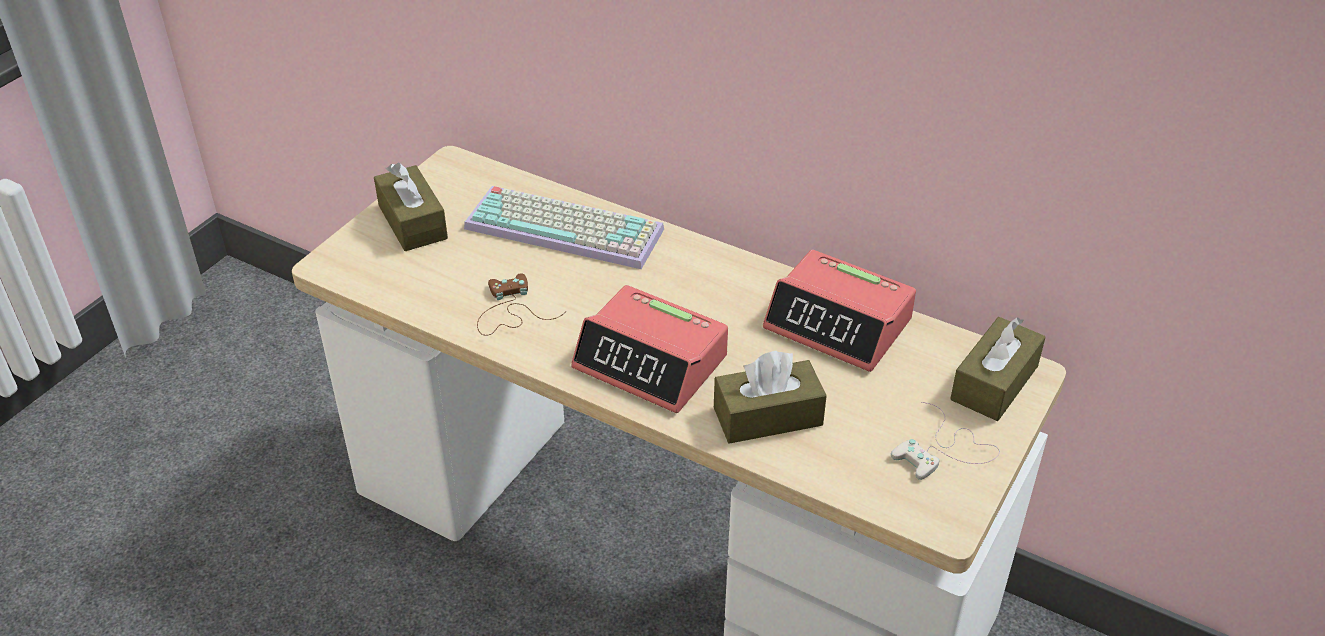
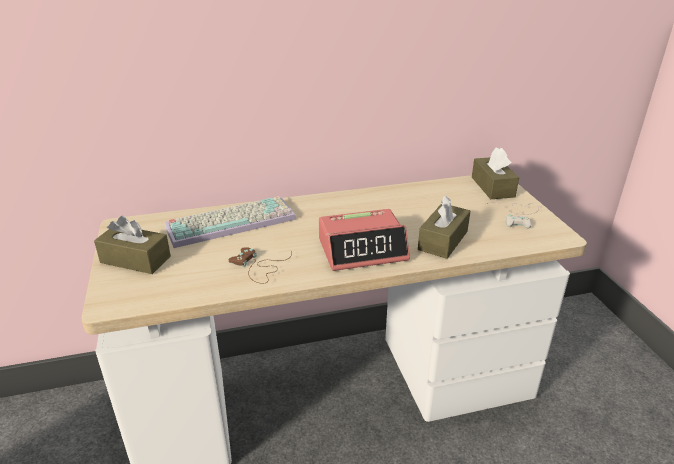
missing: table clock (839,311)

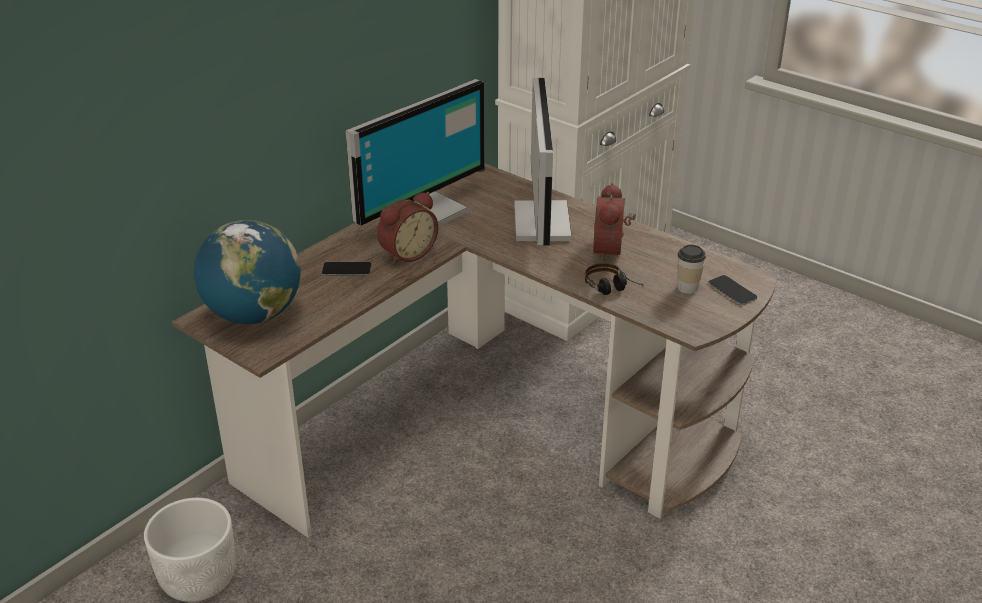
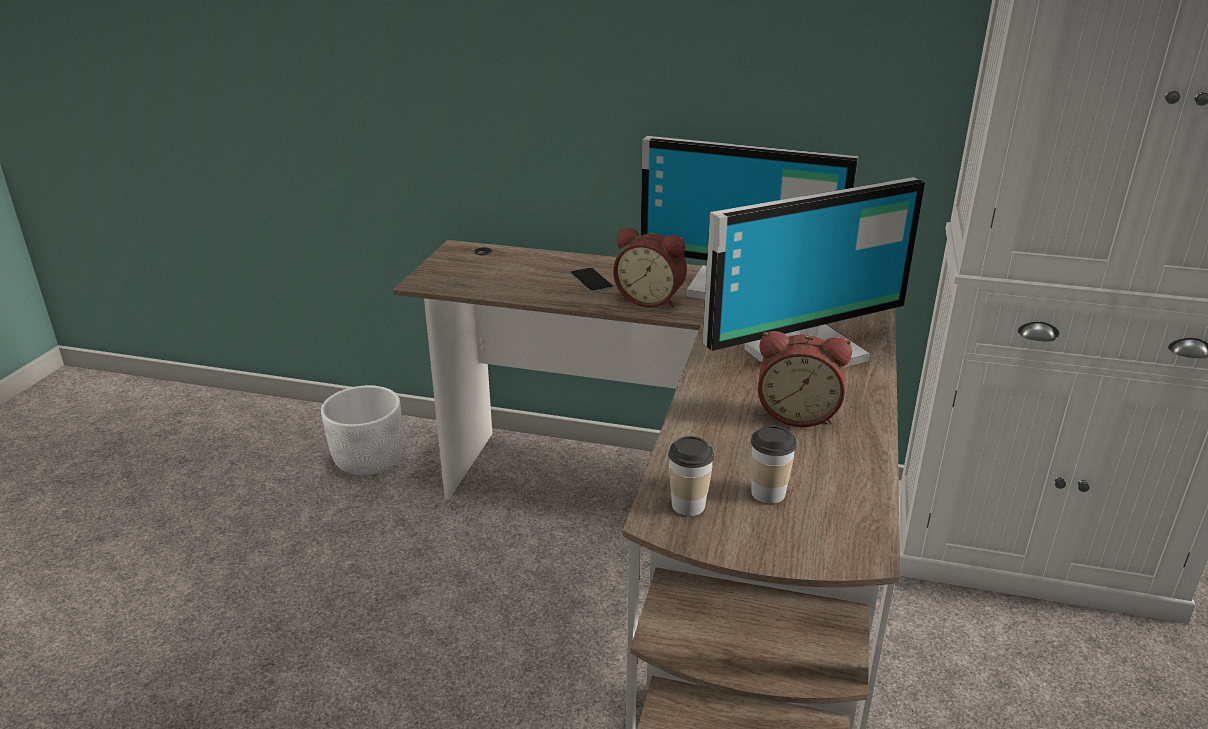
missing: world globe (247,272); headphones (614,279); handset (733,290)
appeared: cup (691,476)
spun: table clock (612,222) = (805,379) 150 degrees counterclockwise

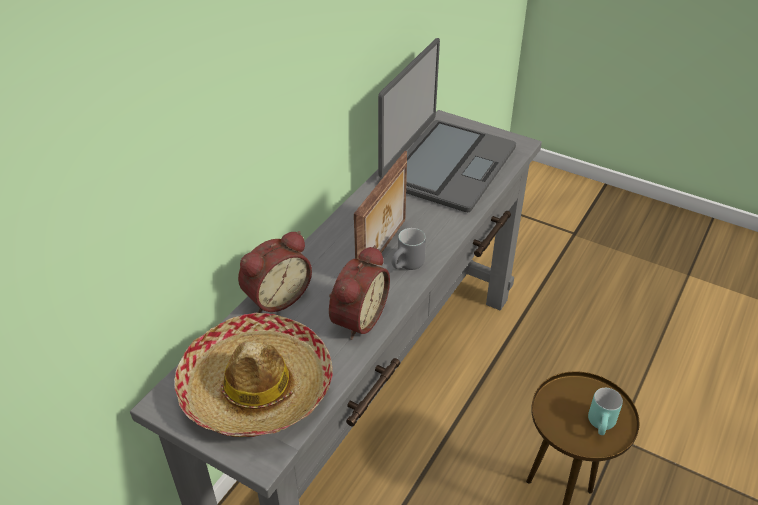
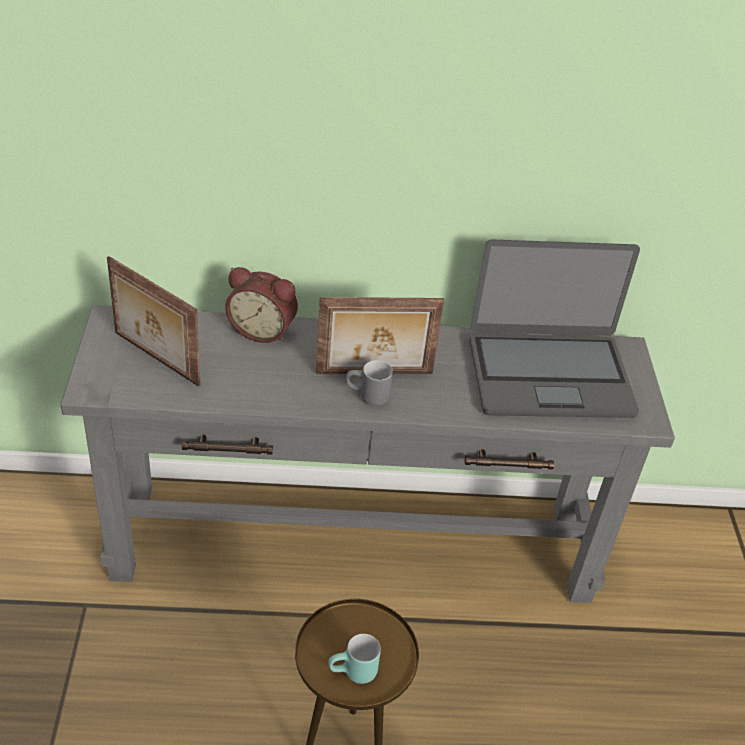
missing: table clock (359,292)
exchanged: wearable hat (253,375) to photo frame (153,321)

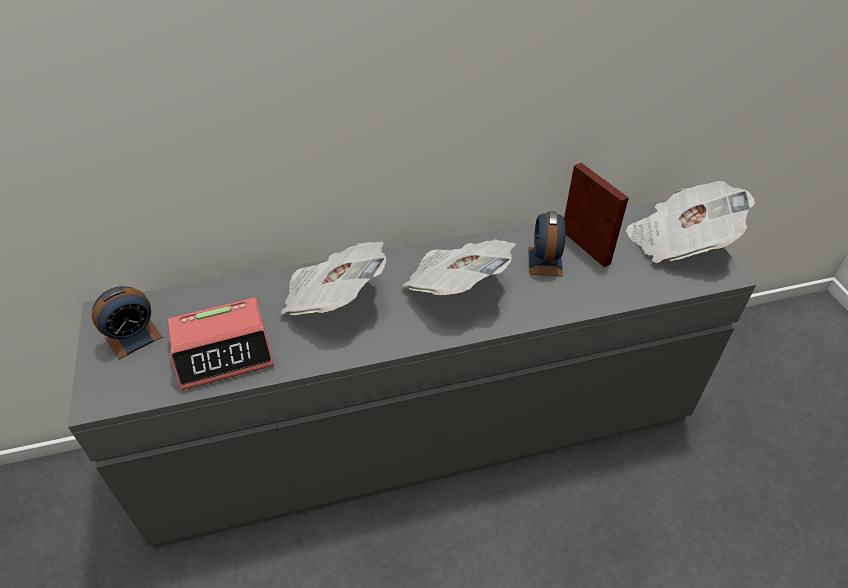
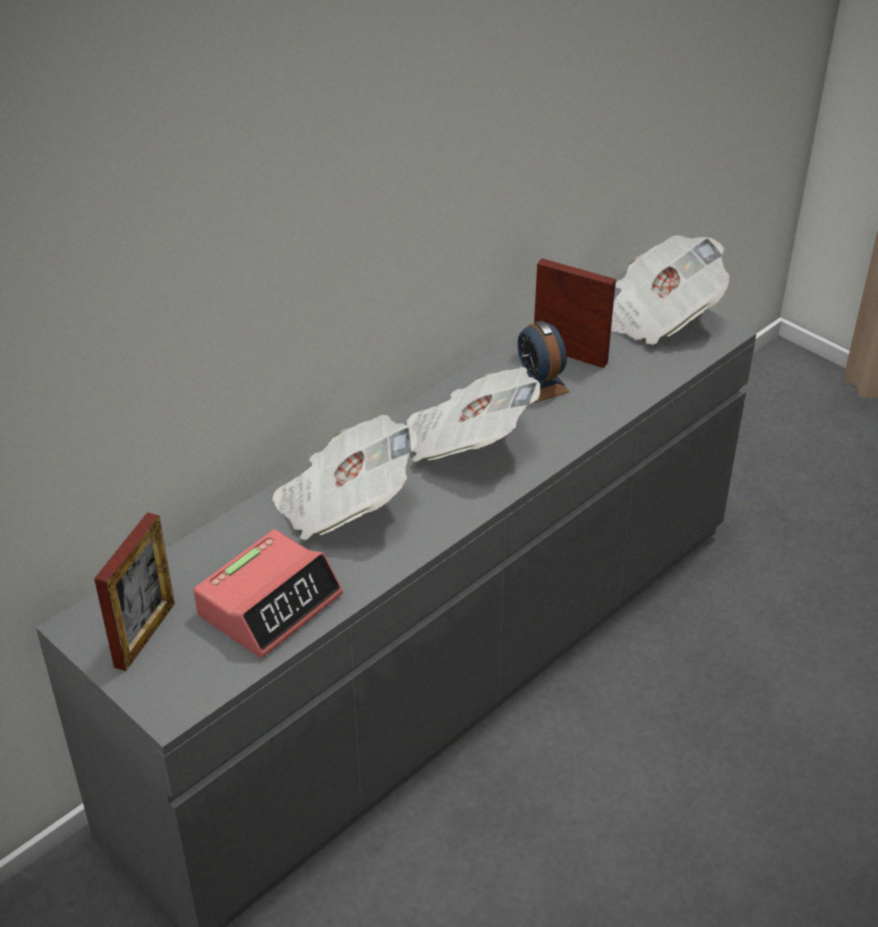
exchanged: table clock (127,323) to photo frame (134,591)

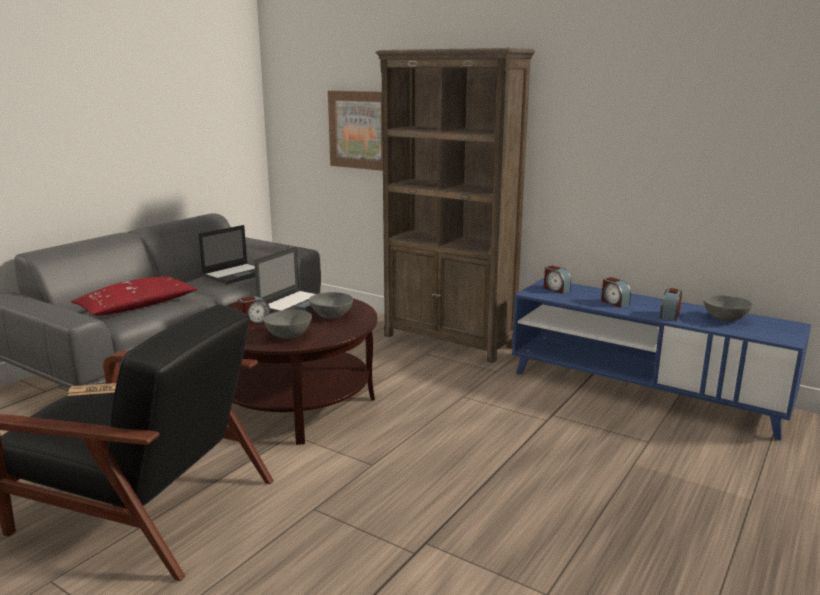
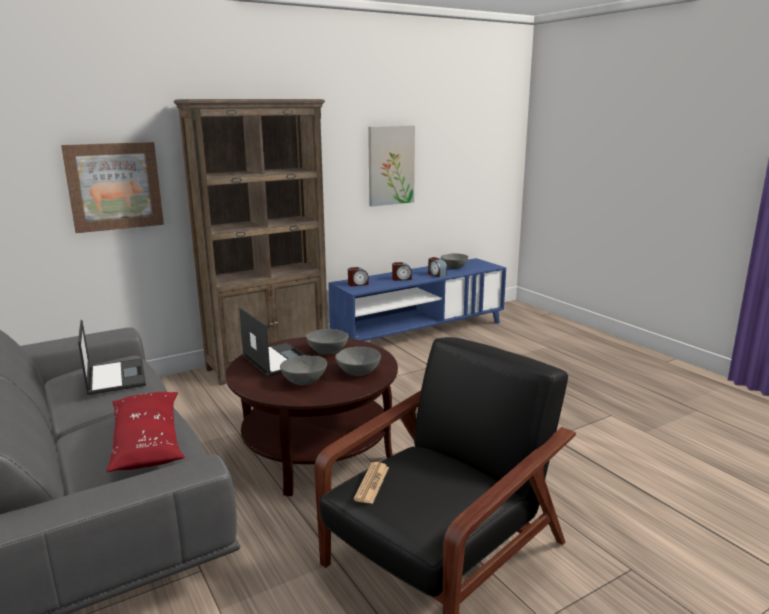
appeared: wall art (391,166)
exchanged: table clock (254,311) to grey serving bowl (303,370)

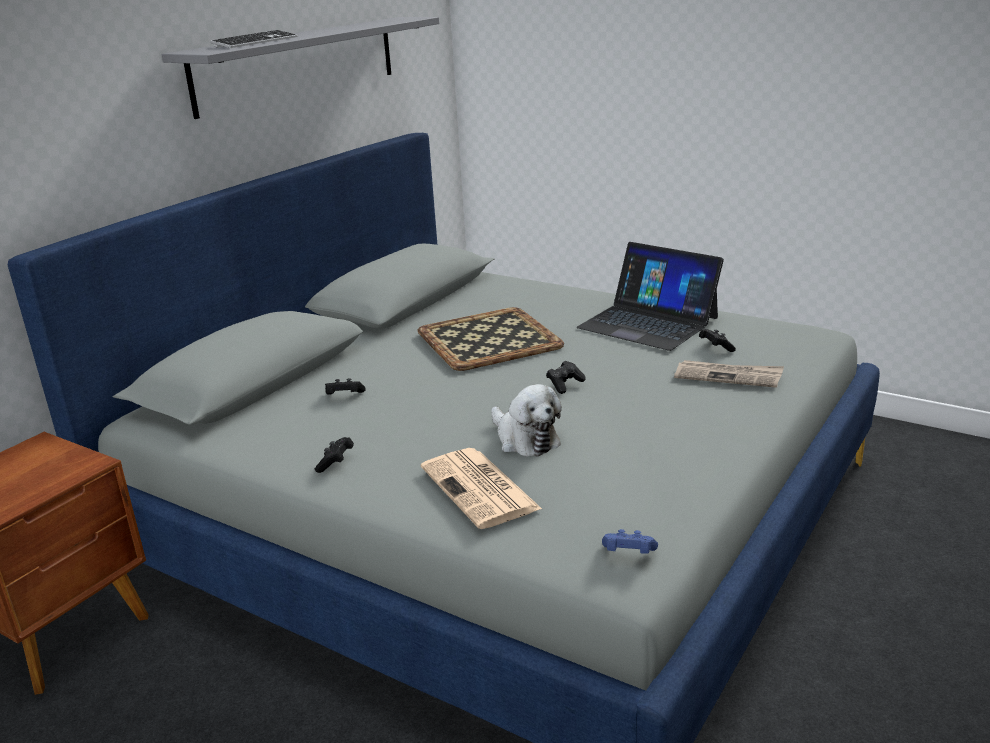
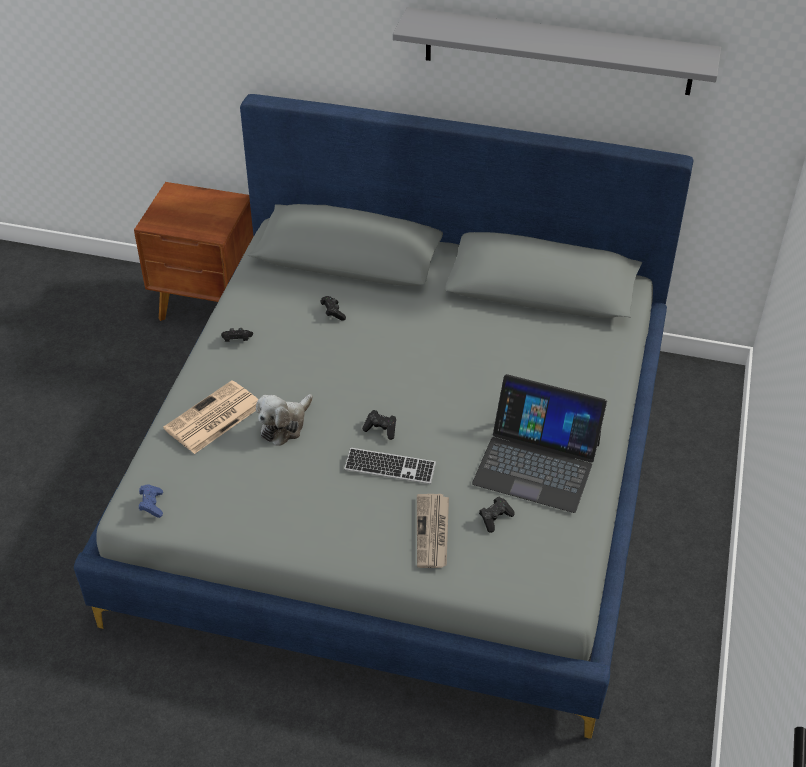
missing: tray (490,339)
relocated: keyboard (254,39) to (390,466)
spun: laptop (650,296) = (539,443) 90 degrees counterclockwise

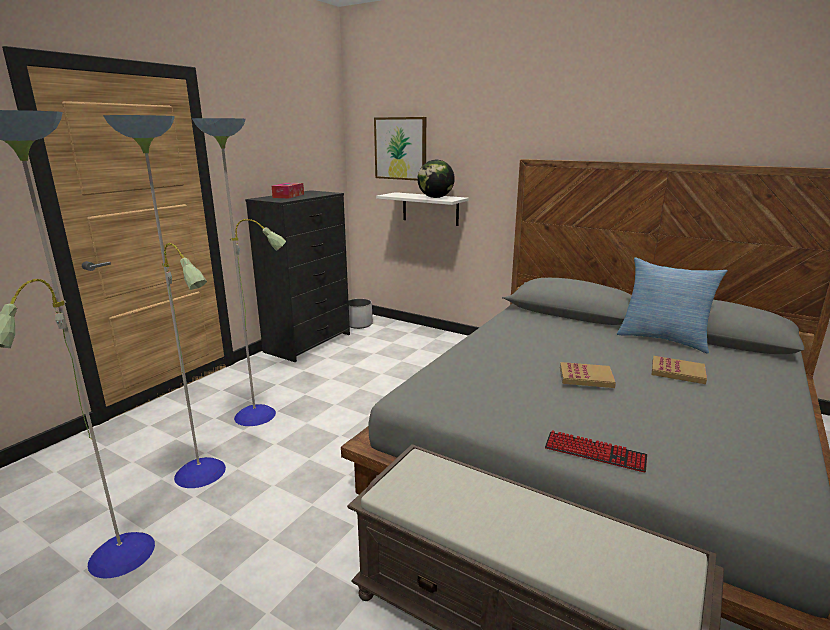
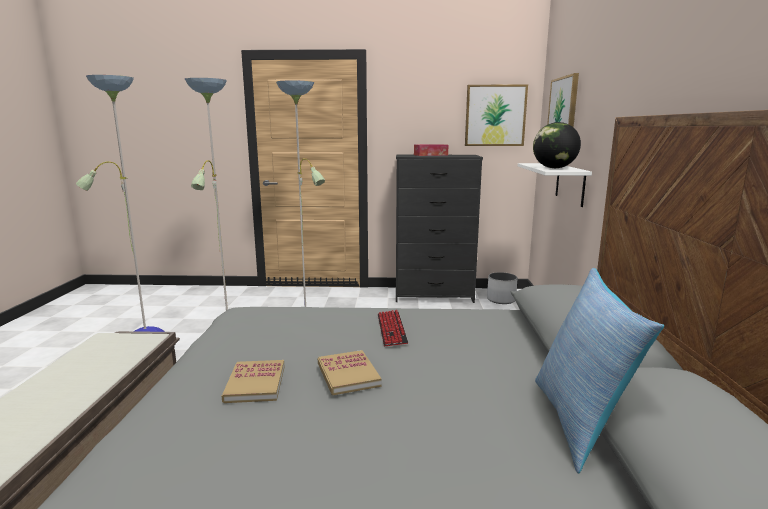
appeared: wall art (496,115)
relocated: bound book (679,370) to (253,381); keyboard (596,451) to (393,328)

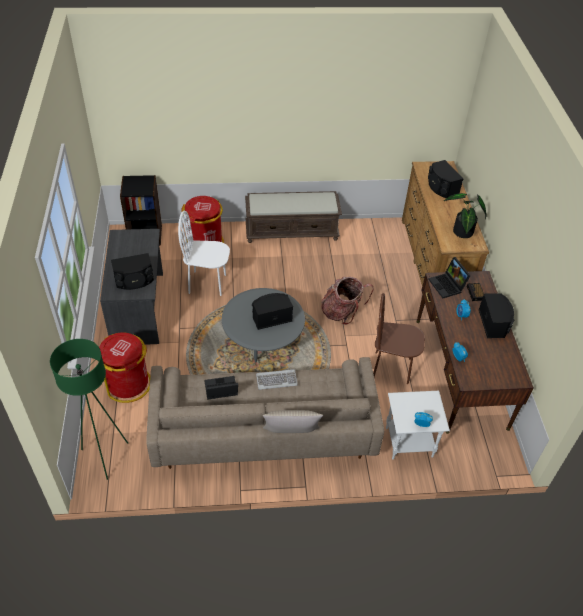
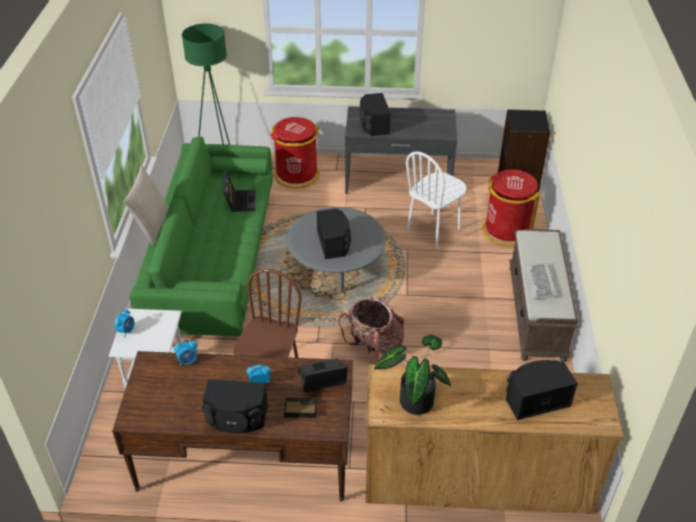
relocated: keyboard (277,379) to (541,281)
colour: beige-coloured sofa (265,413) to green-coloured sofa (201,236)
spun: white-coloured plain chair (204,253) = (436,199) 150 degrees counterclockwise

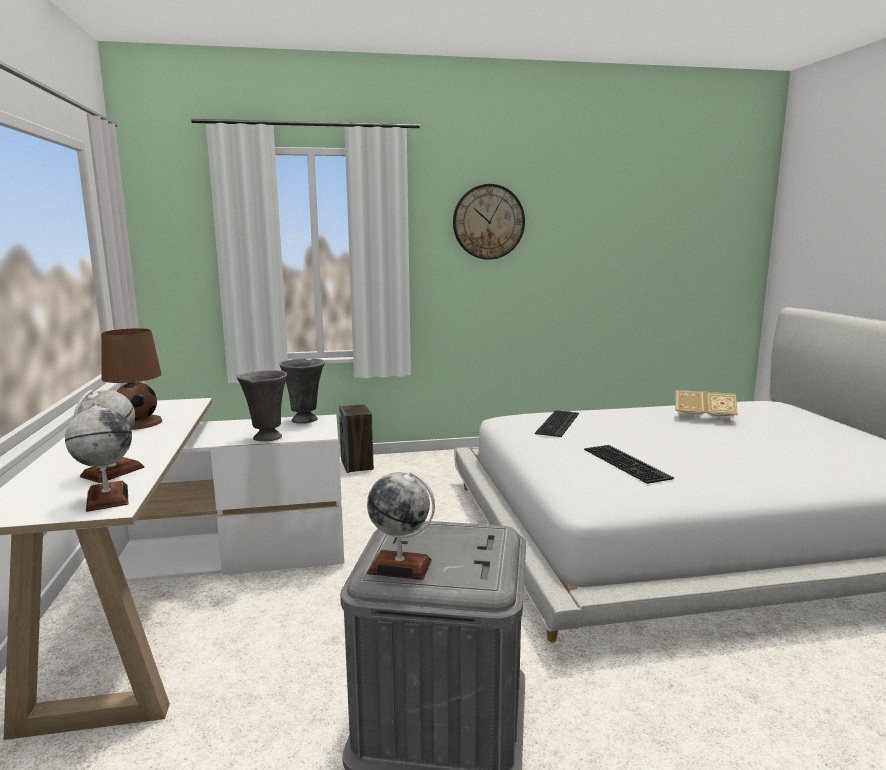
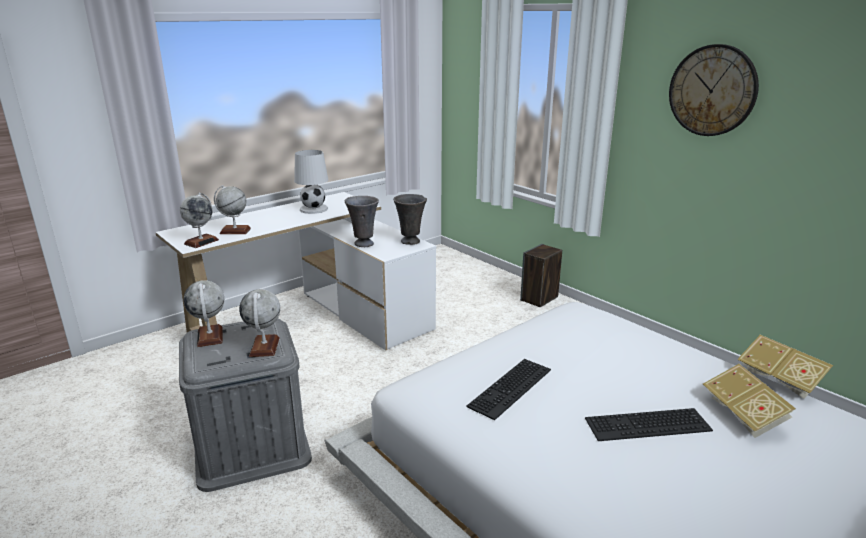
appeared: world globe (259,323); bound book (785,367)
relocated: keyboard (557,423) to (649,424)
colour: brownish tabletop lamp (132,379) to white-coloured tabletop lamp (311,182)

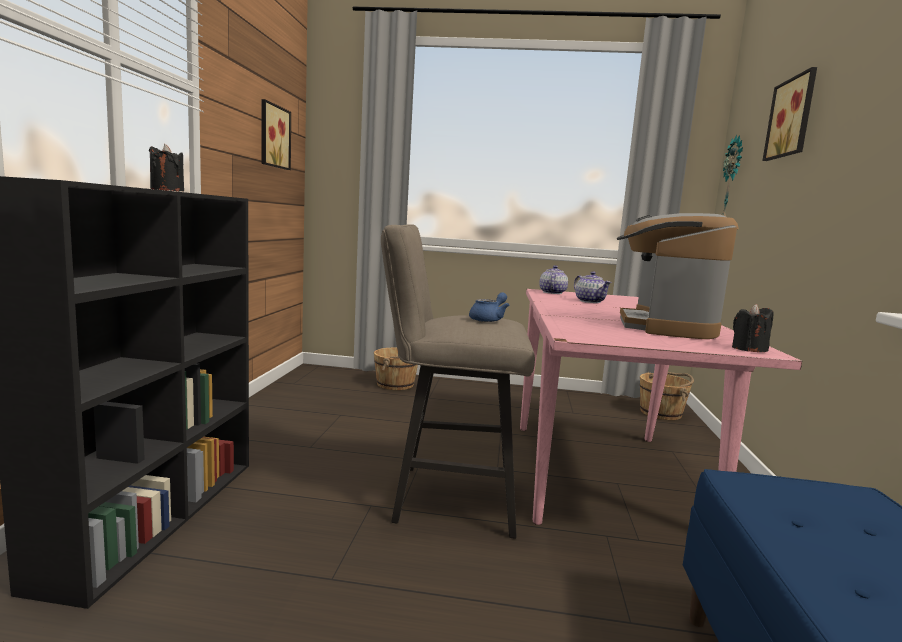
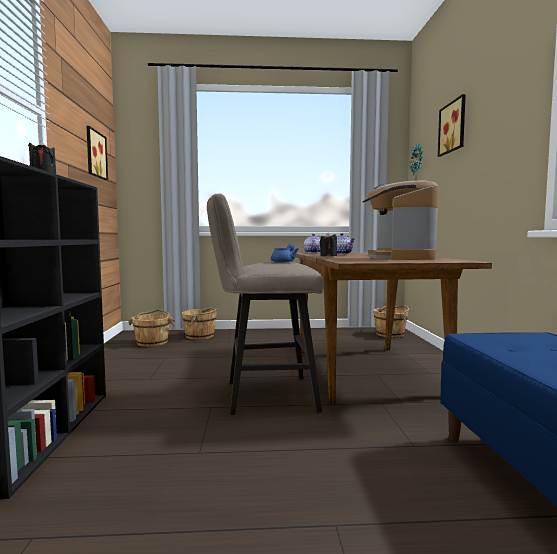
appeared: brownish water bucket (151,328)
relocated: black-coloured wax light (752,328) to (328,244)
colour: pink-coloured kitchen table (661,407) to brownish kitchen table (393,328)

